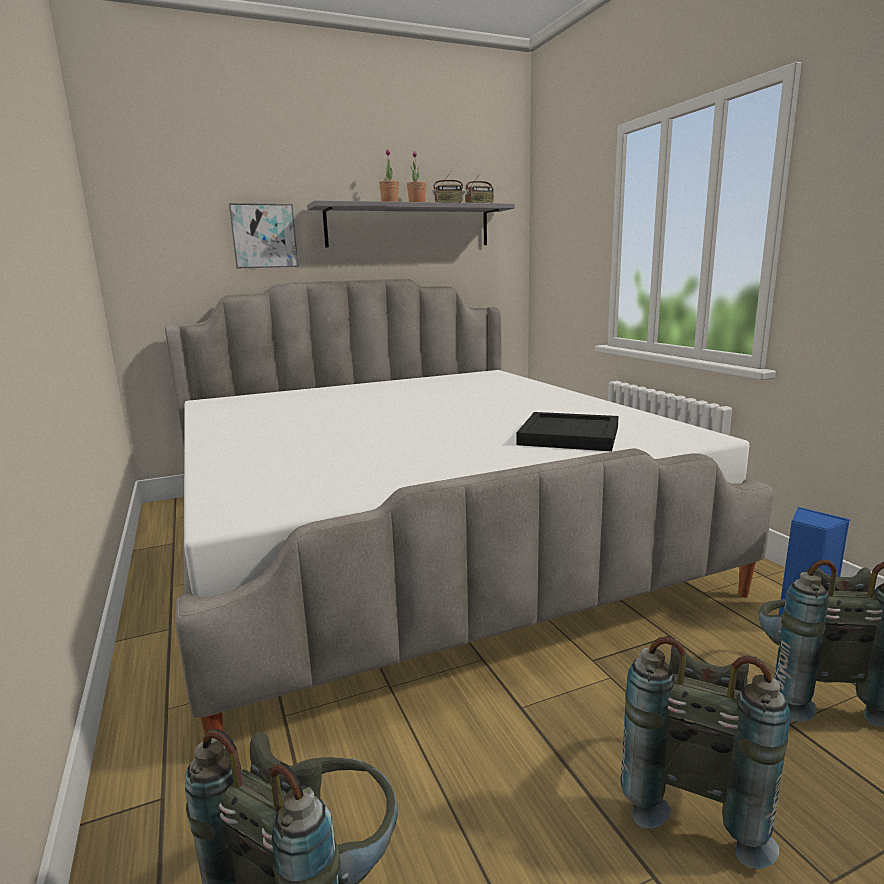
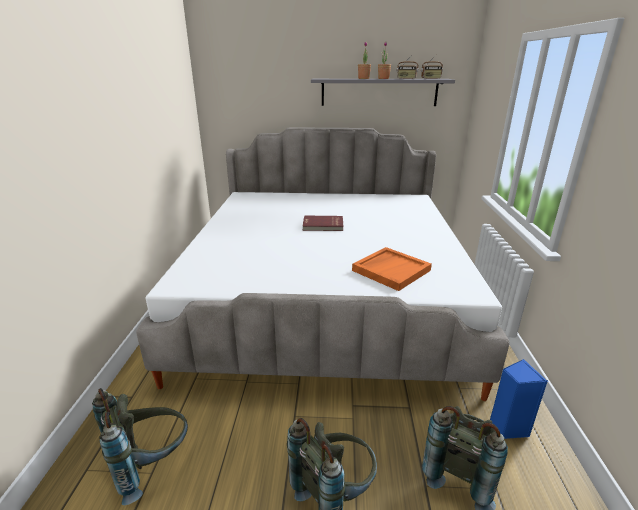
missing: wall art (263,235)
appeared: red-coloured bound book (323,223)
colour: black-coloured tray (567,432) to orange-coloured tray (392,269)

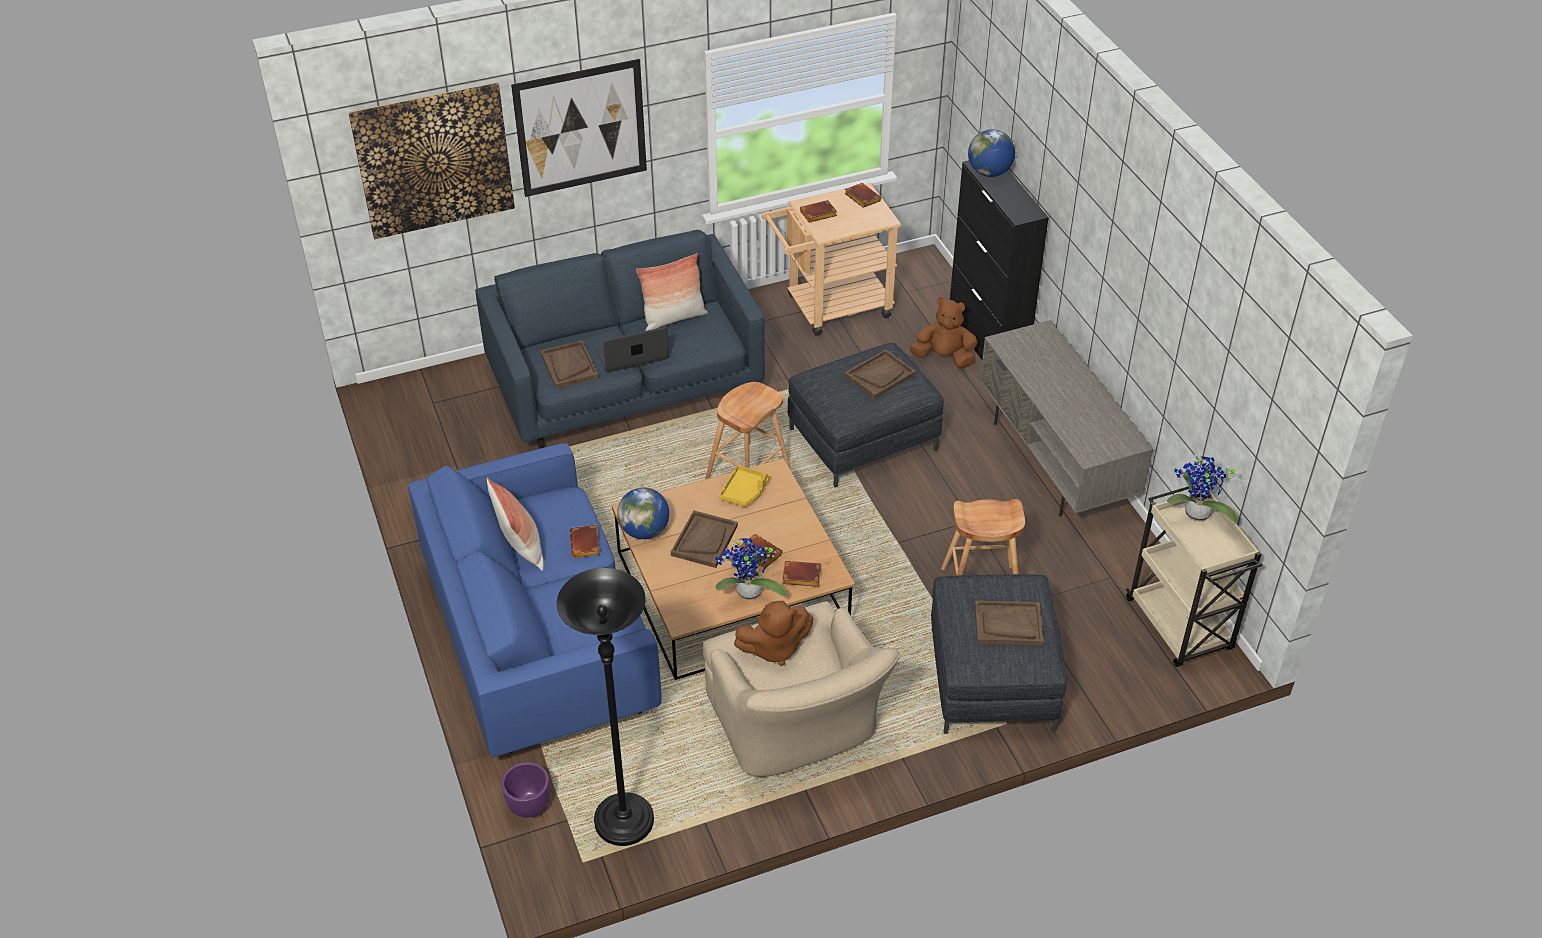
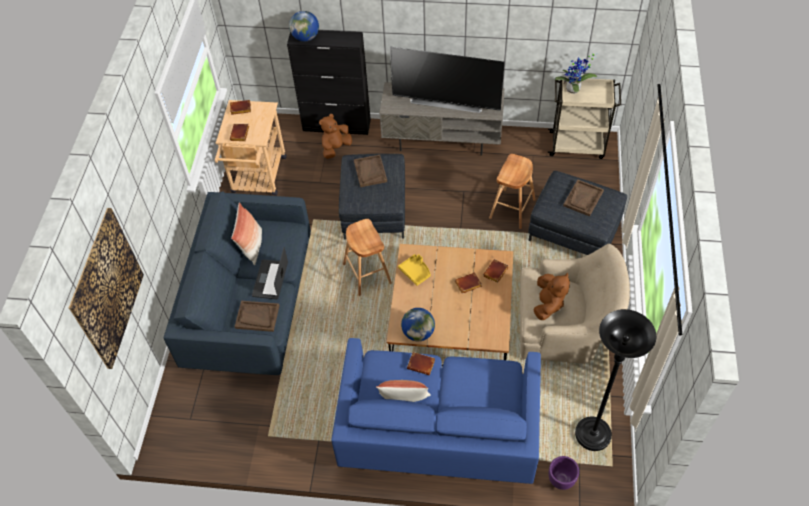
missing: wall art (579,128); brownish tray (704,539); potted plant (751,569)
appeared: TV set (447,80)

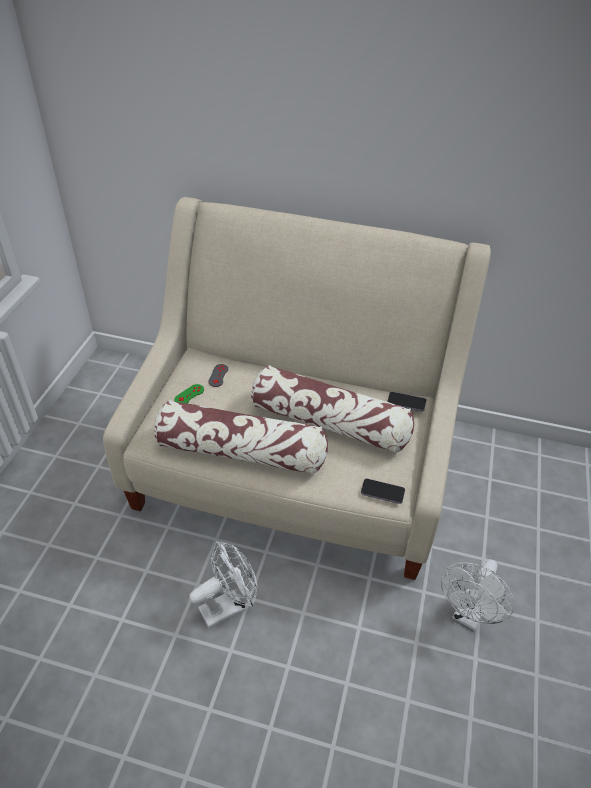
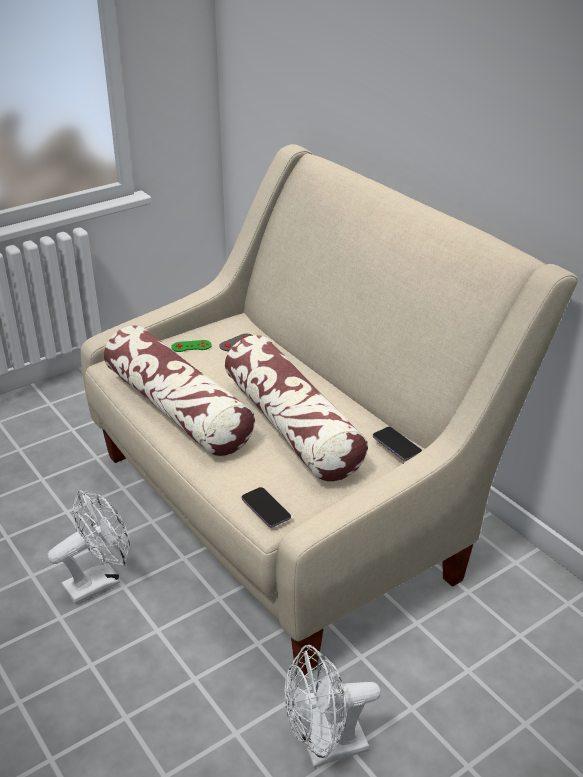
spun: white-coloured cooling fan (224,585) = (89,547) 45 degrees counterclockwise

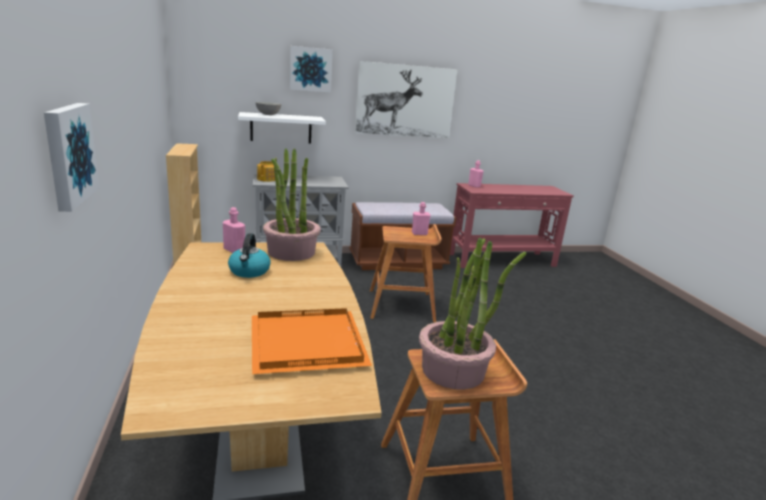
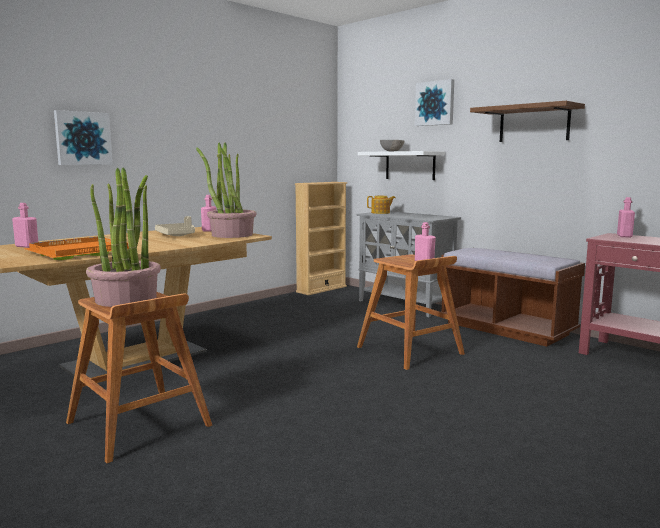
appeared: pink-coloured drink bottle (25,225)
exchanged: wall art (406,99) to brownish bracket shelf (527,121); kettle (249,255) to beige-coloured tray (175,226)

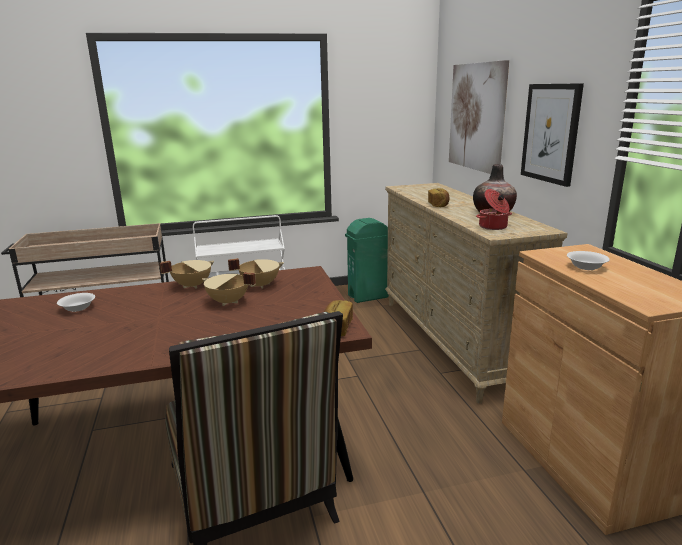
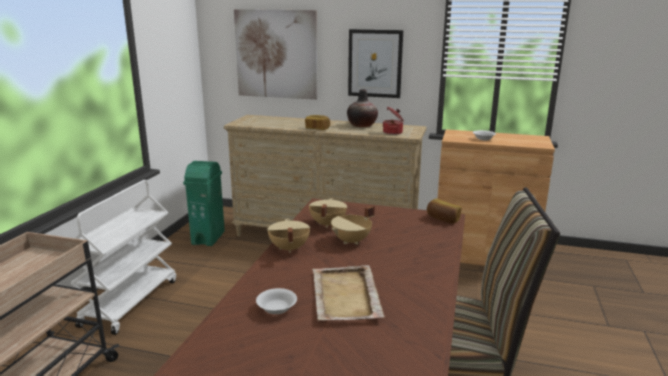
appeared: beige-coloured tray (348,293)

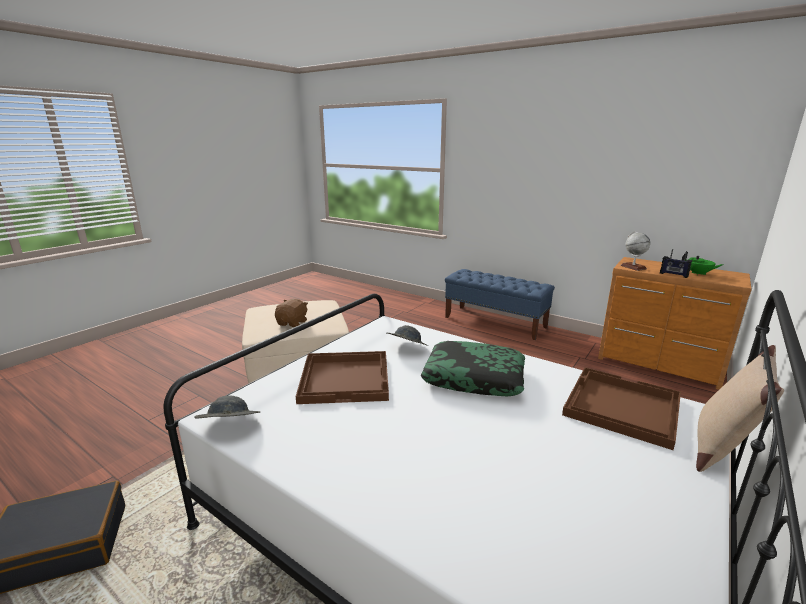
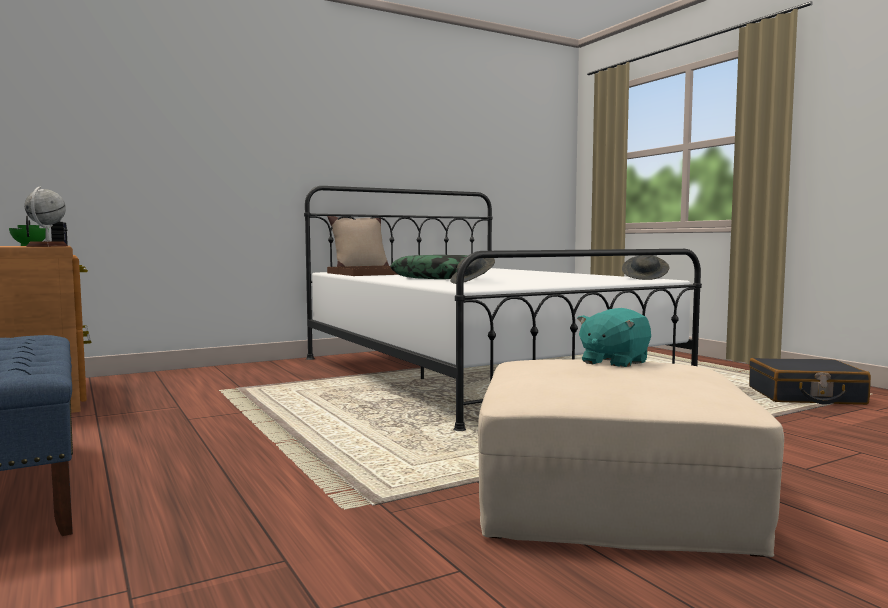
missing: brownish tray (342,377)
colour: brownish soft toy (291,313) to blue-green soft toy (614,337)

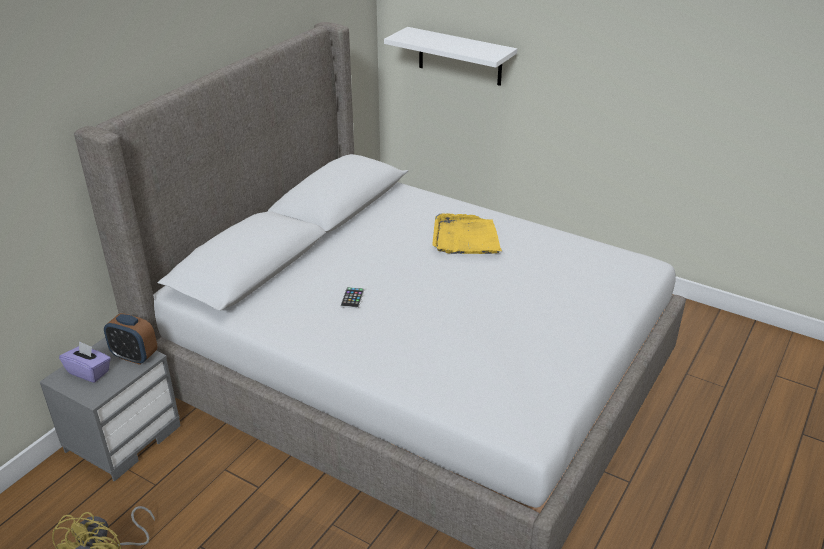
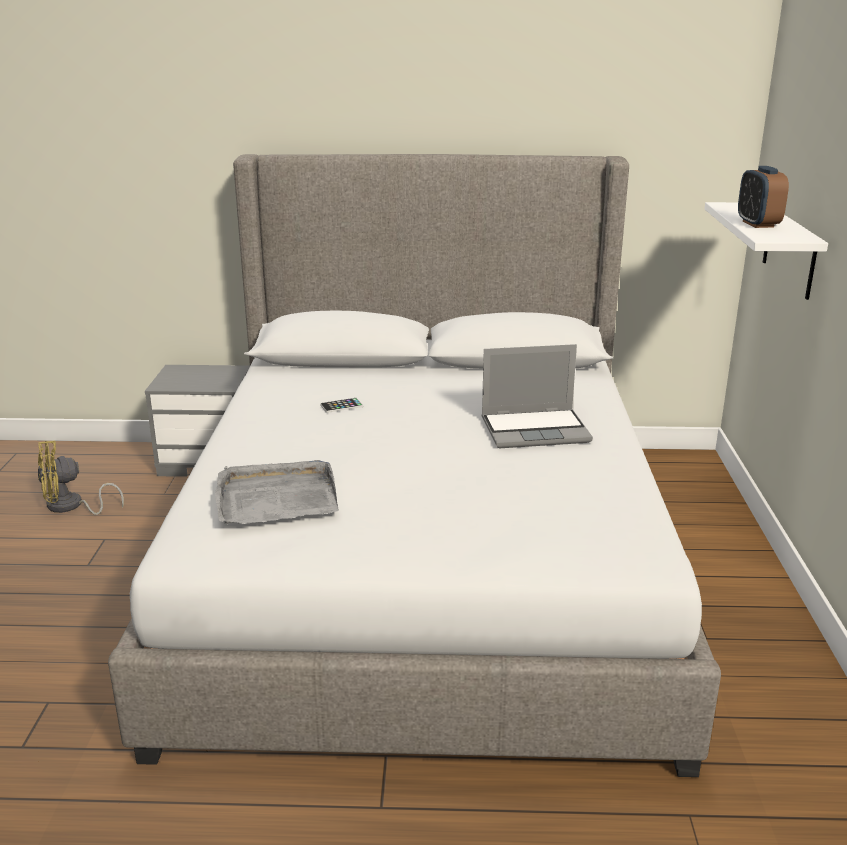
missing: purple-coloured tissue box (85,362)
appeared: grey tray (277,492)
relocated: table clock (131,339) to (763,197)
exchanged: yellow tray (467,234) to laptop (537,396)

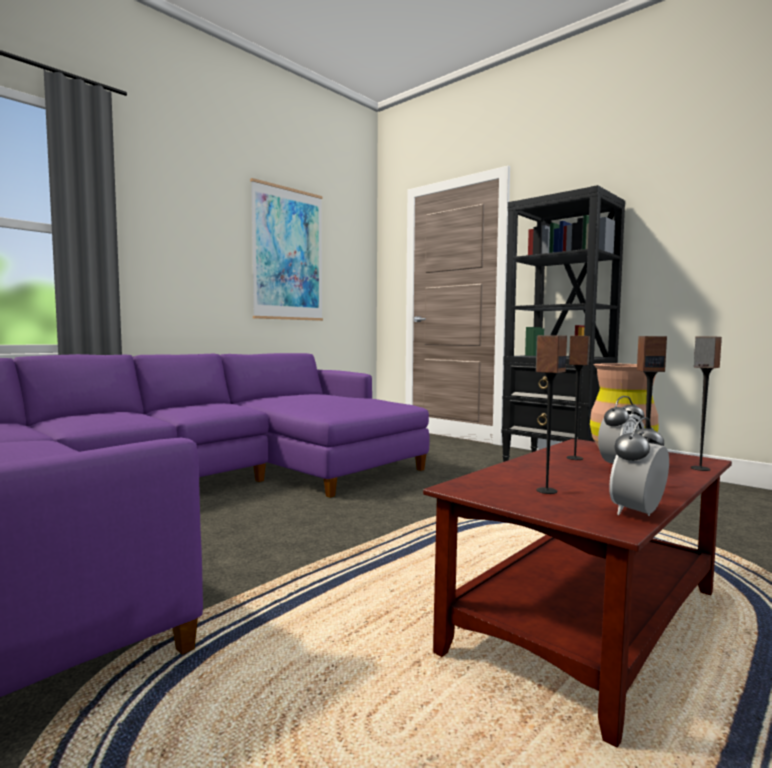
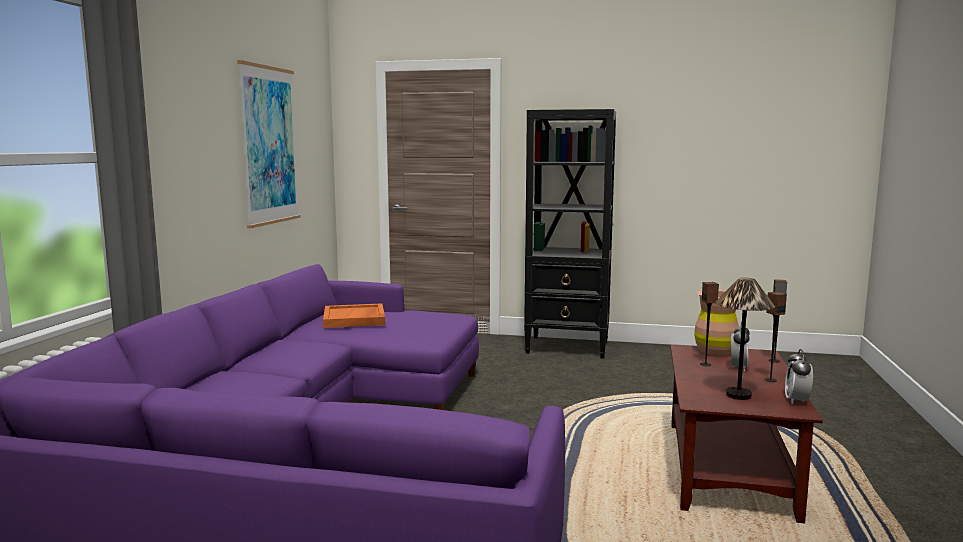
appeared: orange-coloured tray (354,315)
exchanged: loudspeaker (551,414) to tabletop lamp (745,339)

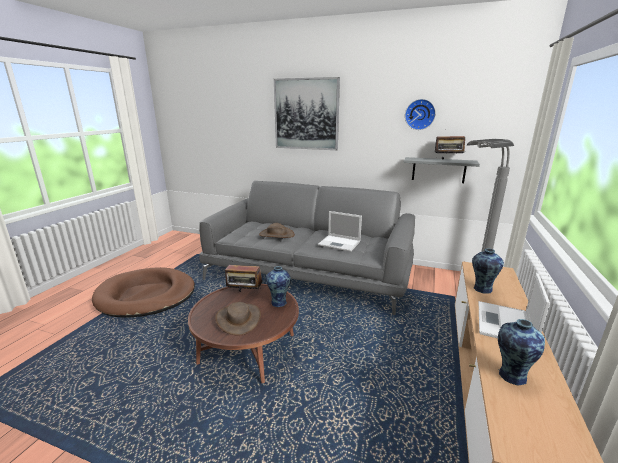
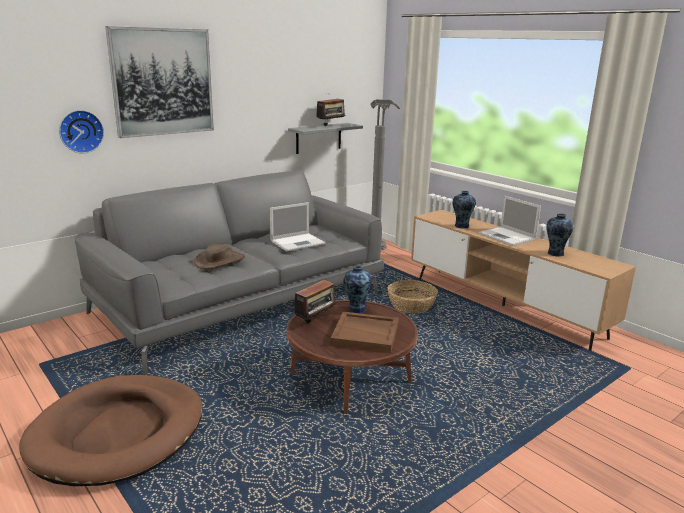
appeared: household basket (413,296)
relocated: hanging clock (420,114) to (81,131)
exchanged: brownish wearable hat (238,319) to brownish tray (364,332)

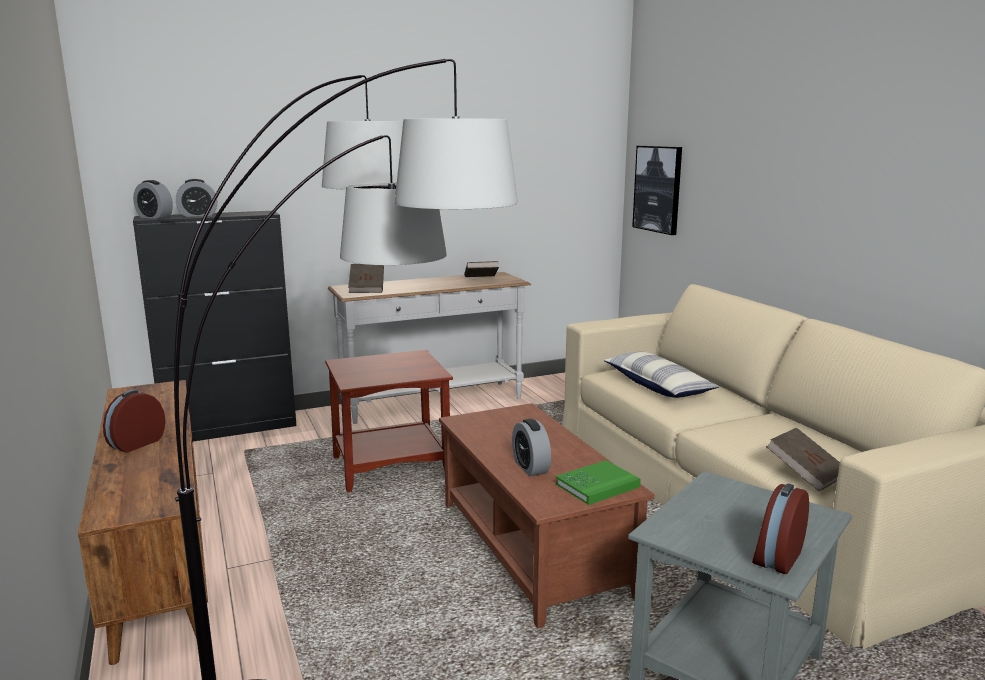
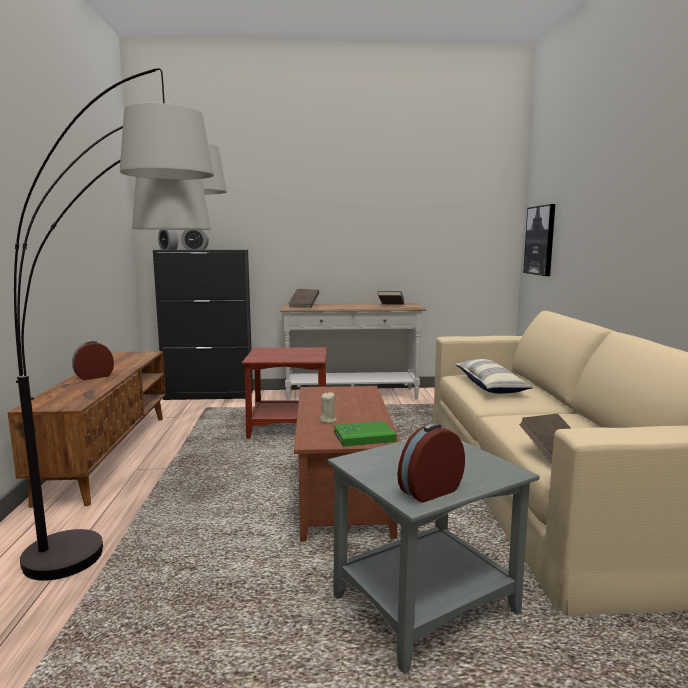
exchanged: table clock (531,447) to beige-coloured wax light (328,407)

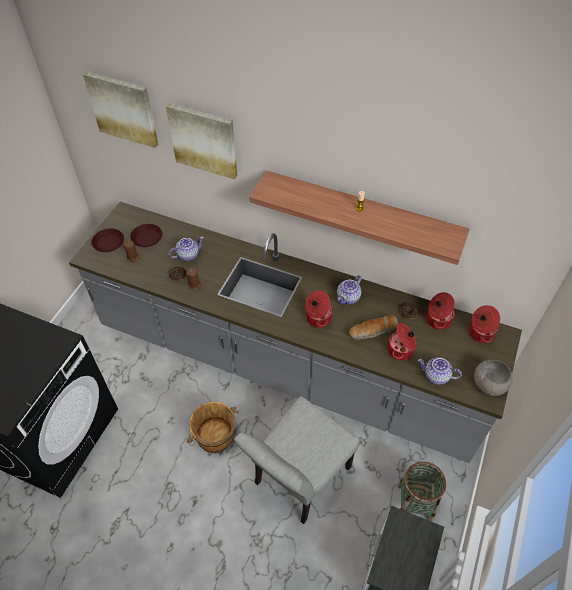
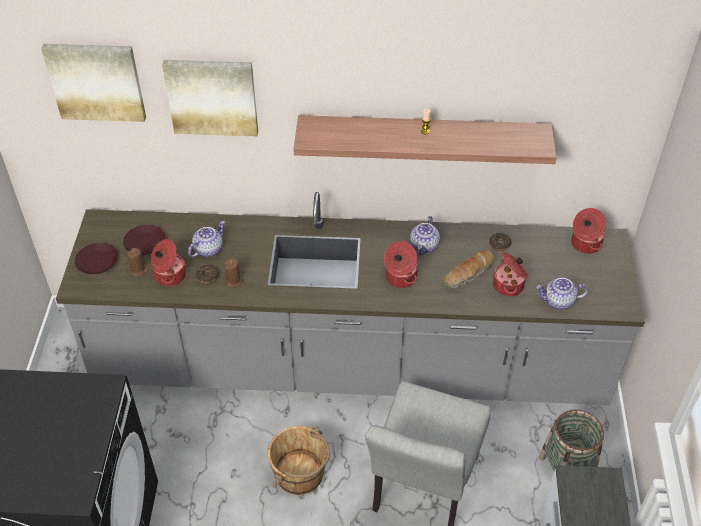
missing: grey serving bowl (493,377)
relocated: stockpot (440,311) to (168,262)

